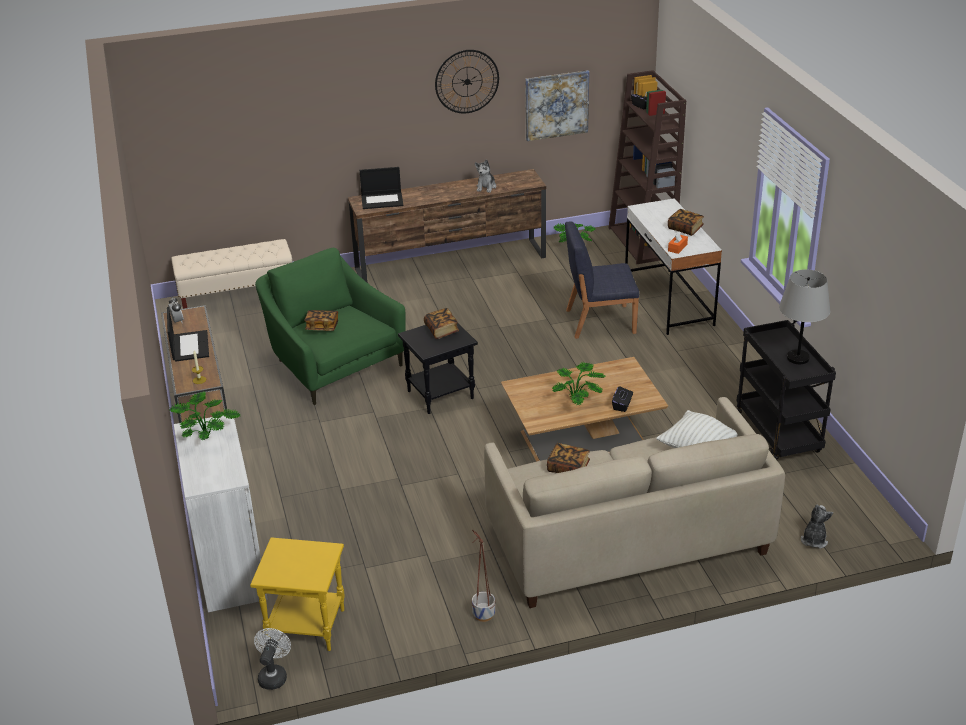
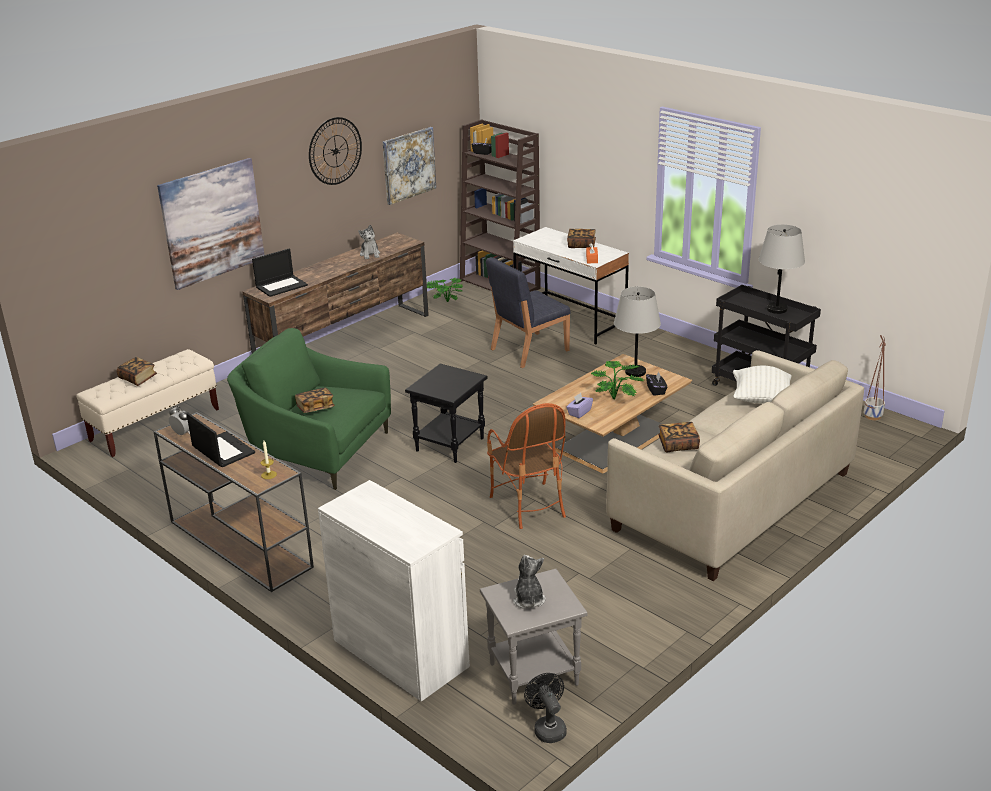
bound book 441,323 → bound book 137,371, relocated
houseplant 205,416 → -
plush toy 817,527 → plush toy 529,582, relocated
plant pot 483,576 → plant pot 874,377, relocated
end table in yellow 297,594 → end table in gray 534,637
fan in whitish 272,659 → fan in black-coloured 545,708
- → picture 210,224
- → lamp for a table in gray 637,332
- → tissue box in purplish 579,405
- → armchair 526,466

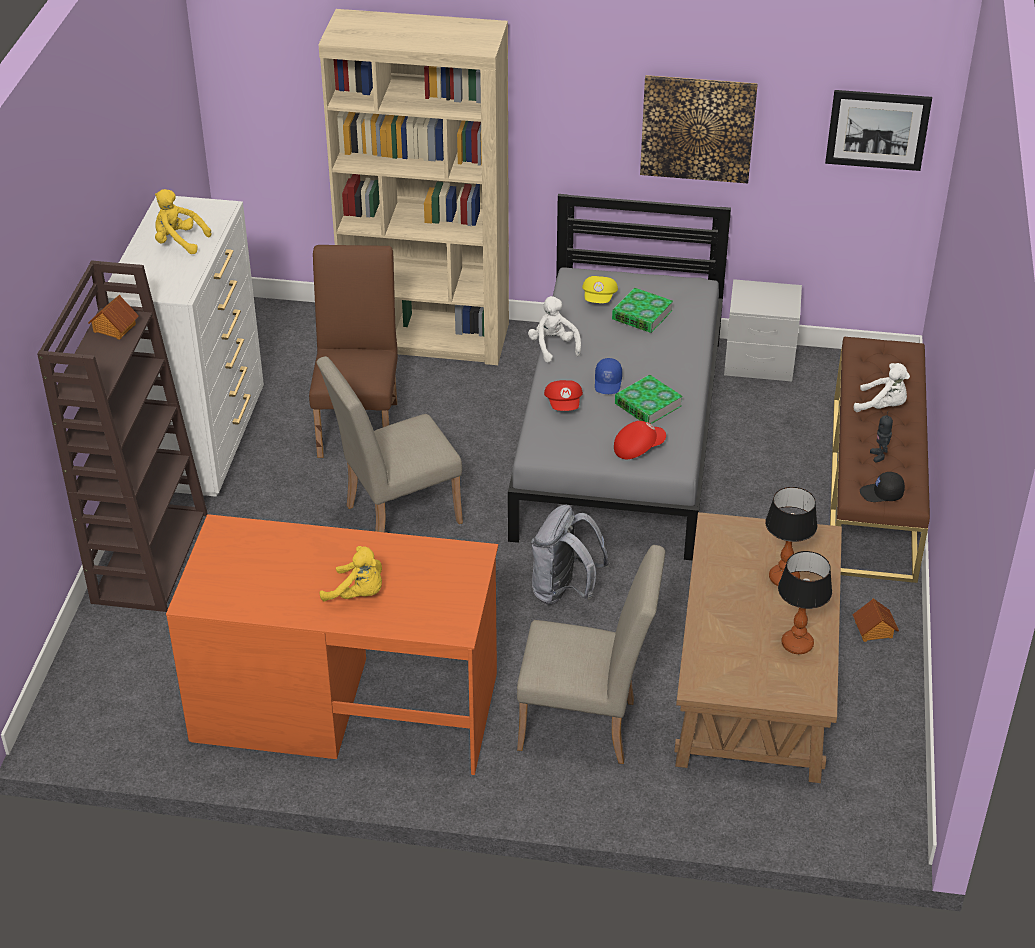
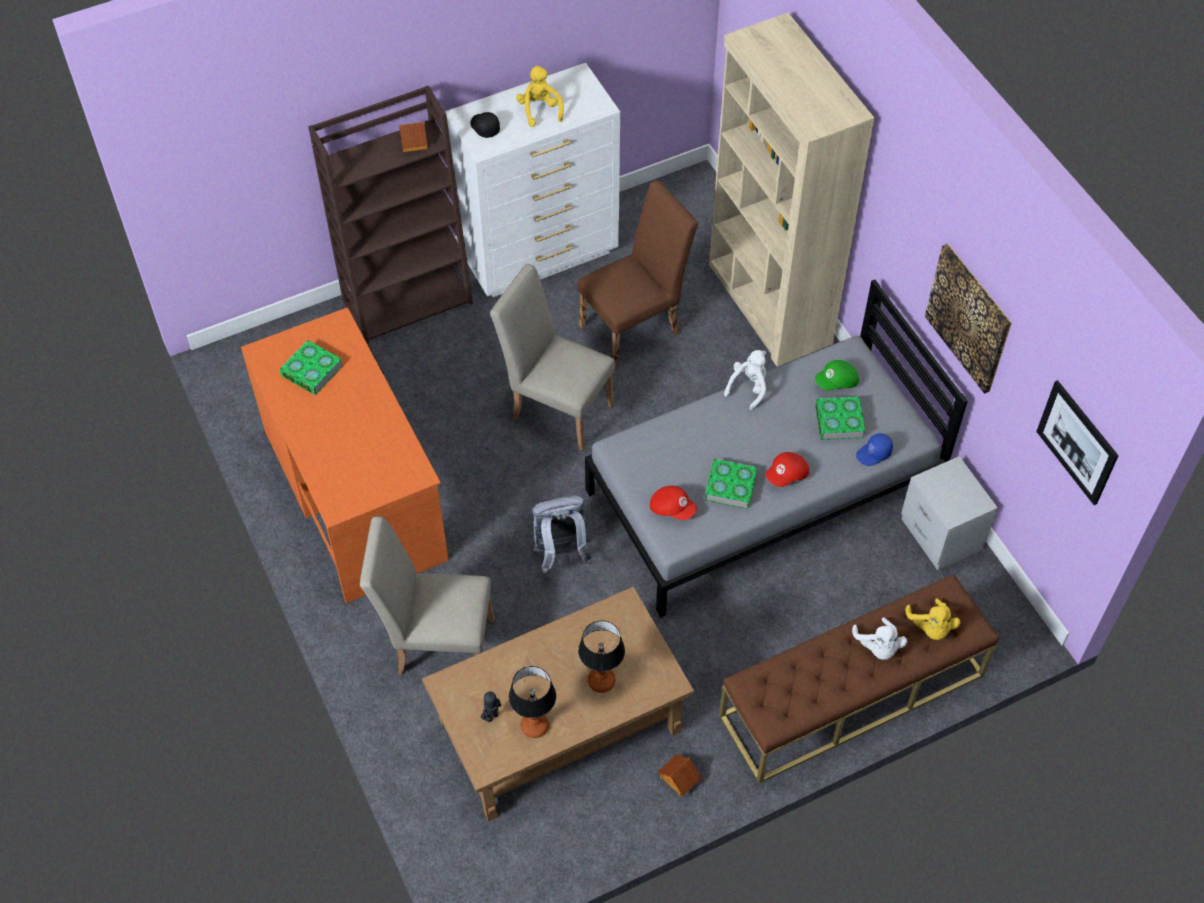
baseball cap in yellow 600,289 → baseball cap in green-coloured 837,375
baseball cap in blue 608,376 → baseball cap in blue 874,449, relocated
baseball cap in red 563,395 → baseball cap in red 787,469, relocated
model robot 881,437 → model robot 491,707, relocated
baseball cap in black-coloured 882,487 → baseball cap in black-coloured 485,125, relocated
plain chair in beige 591,654 → plain chair in beige 427,595, 120 degrees clockwise
plush toy in yellow 351,573 → plush toy in yellow 933,619, relocated
- → bound book 311,367

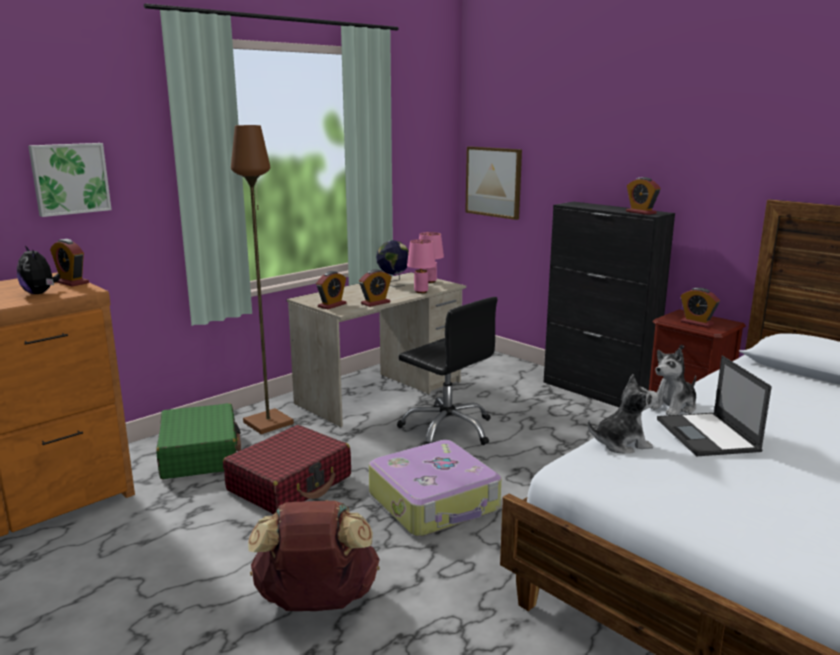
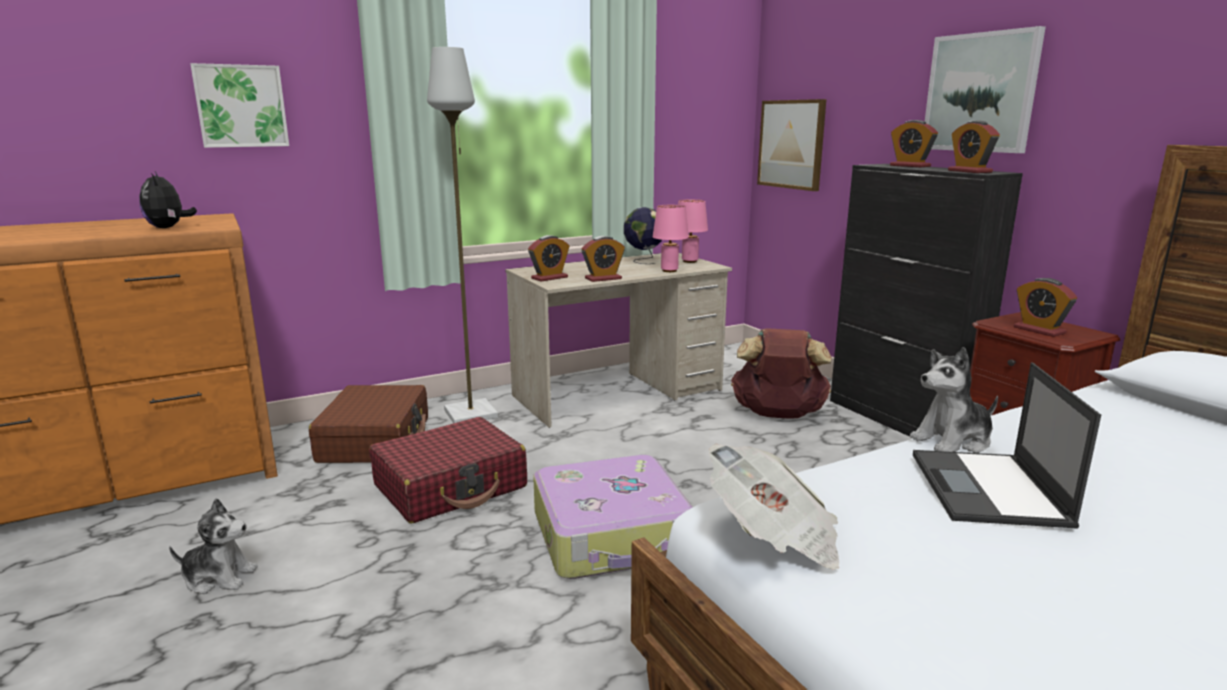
standing lamp in brown-coloured 262,279 → standing lamp in gray 462,235
alarm clock 69,263 → alarm clock 914,143, relocated
desk chair in black-coloured 447,371 → -
plush toy 623,413 → plush toy 213,546, relocated
piece of luggage in green-coloured 198,441 → piece of luggage in brown-coloured 368,424
backpack in brown-coloured 314,555 → backpack in brown-coloured 781,373, relocated
- → picture 985,89
- → daily paper 774,507

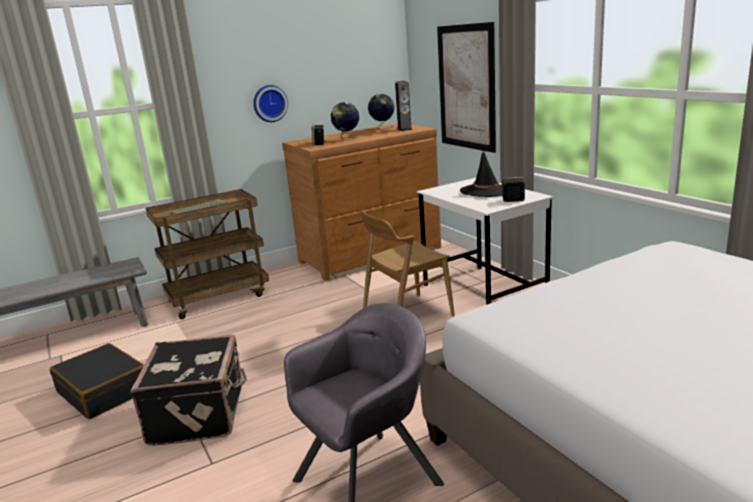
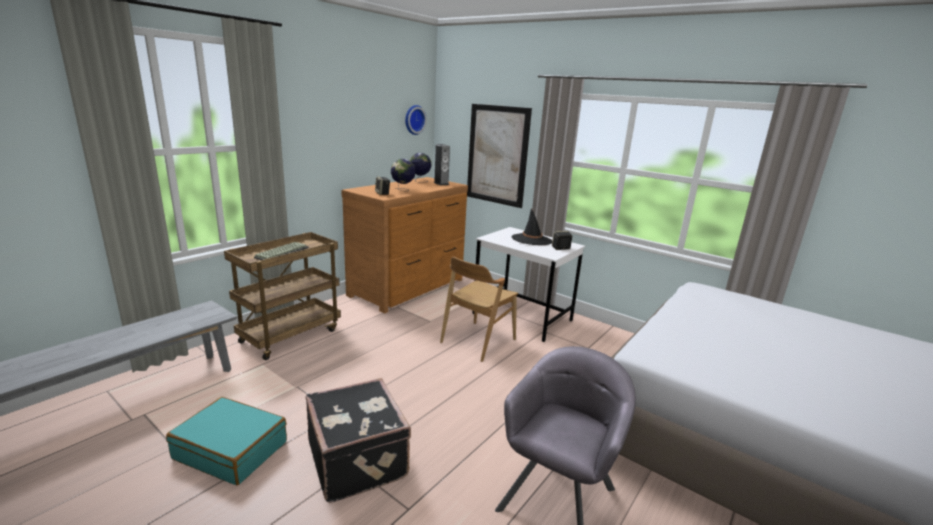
wall clock 270,103 → wall clock 416,120, relocated
piece of luggage in black-coloured 97,381 → piece of luggage in blue-green 226,441

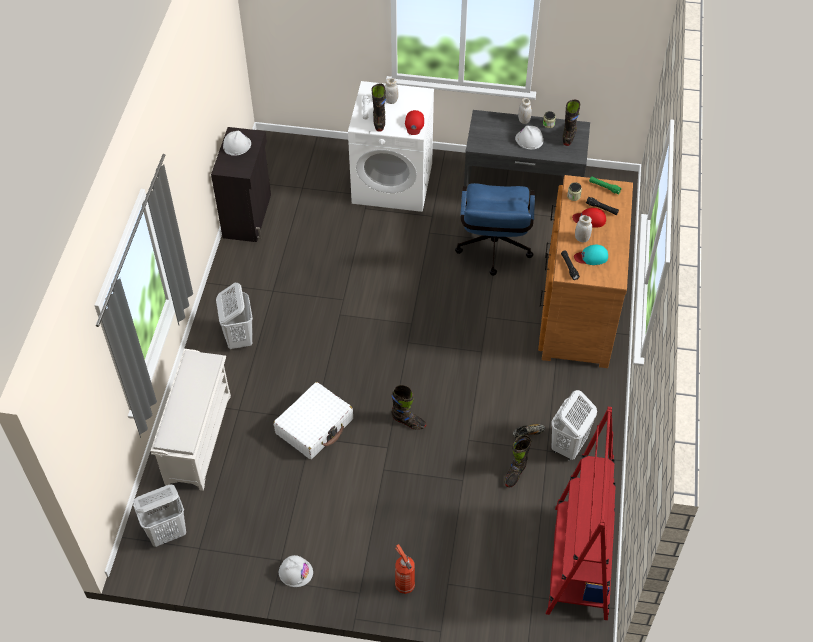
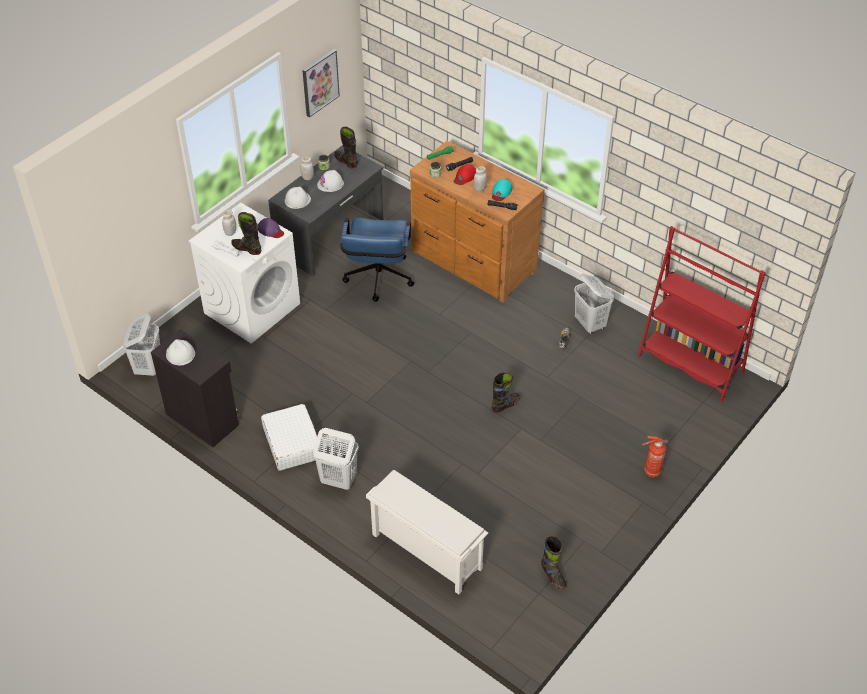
baseball cap in red 414,122 → baseball cap in purplish 271,228
desk chair in blue 495,229 → desk chair in blue 377,260, 60 degrees clockwise
piece of luggage in whitish 313,420 → piece of luggage in whitish 289,437, relocated
boot in black-coloured 518,461 → boot in black-coloured 554,562, relocated
hamper in whitish 159,516 → hamper in whitish 141,345, relocated
hard hat in whitish 296,571 → hard hat in whitish 298,198, relocated
- → picture 321,83

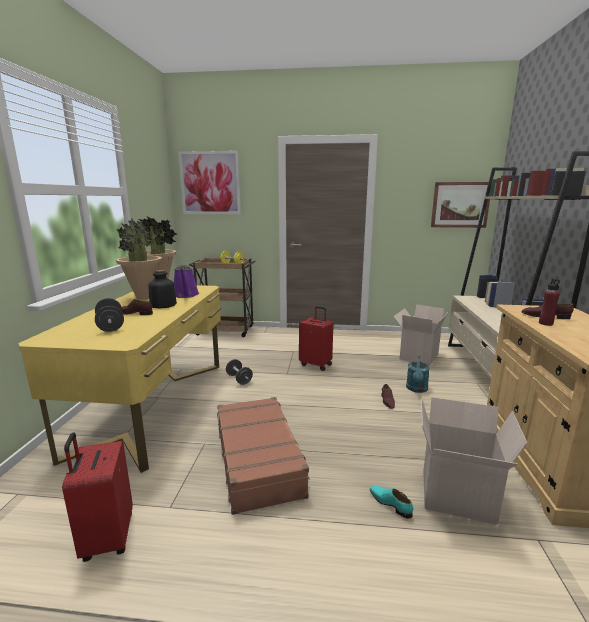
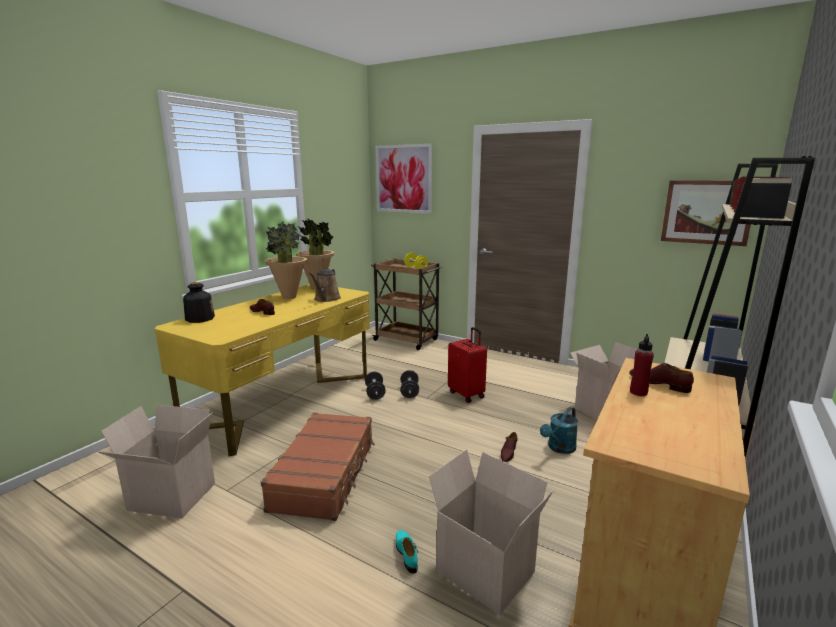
watering can in purplish 186,281 → watering can in brown-coloured 325,285
bottle 162,289 → bottle 199,302, relocated
hand weight in black-coloured 109,315 → hand weight in black-coloured 409,384, relocated
piece of luggage in red 97,497 → packing box 155,461

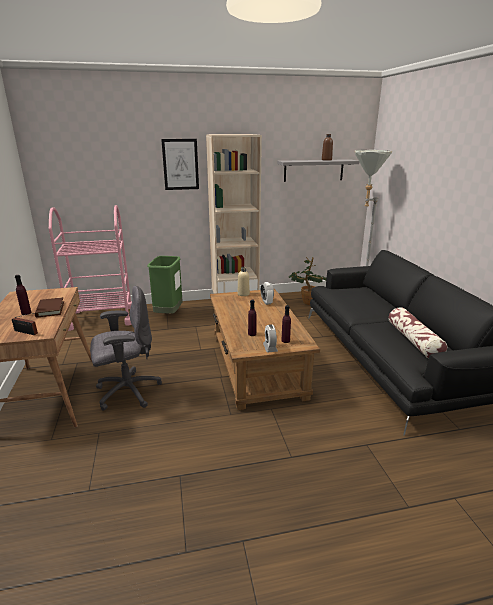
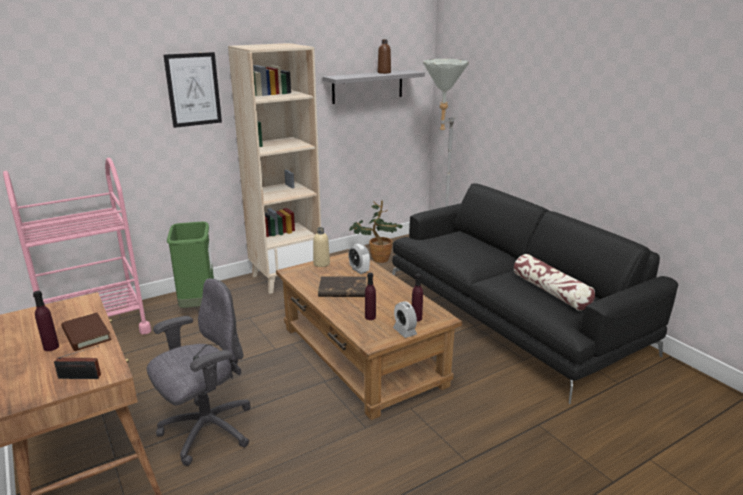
- → bound book in brown-coloured 342,286

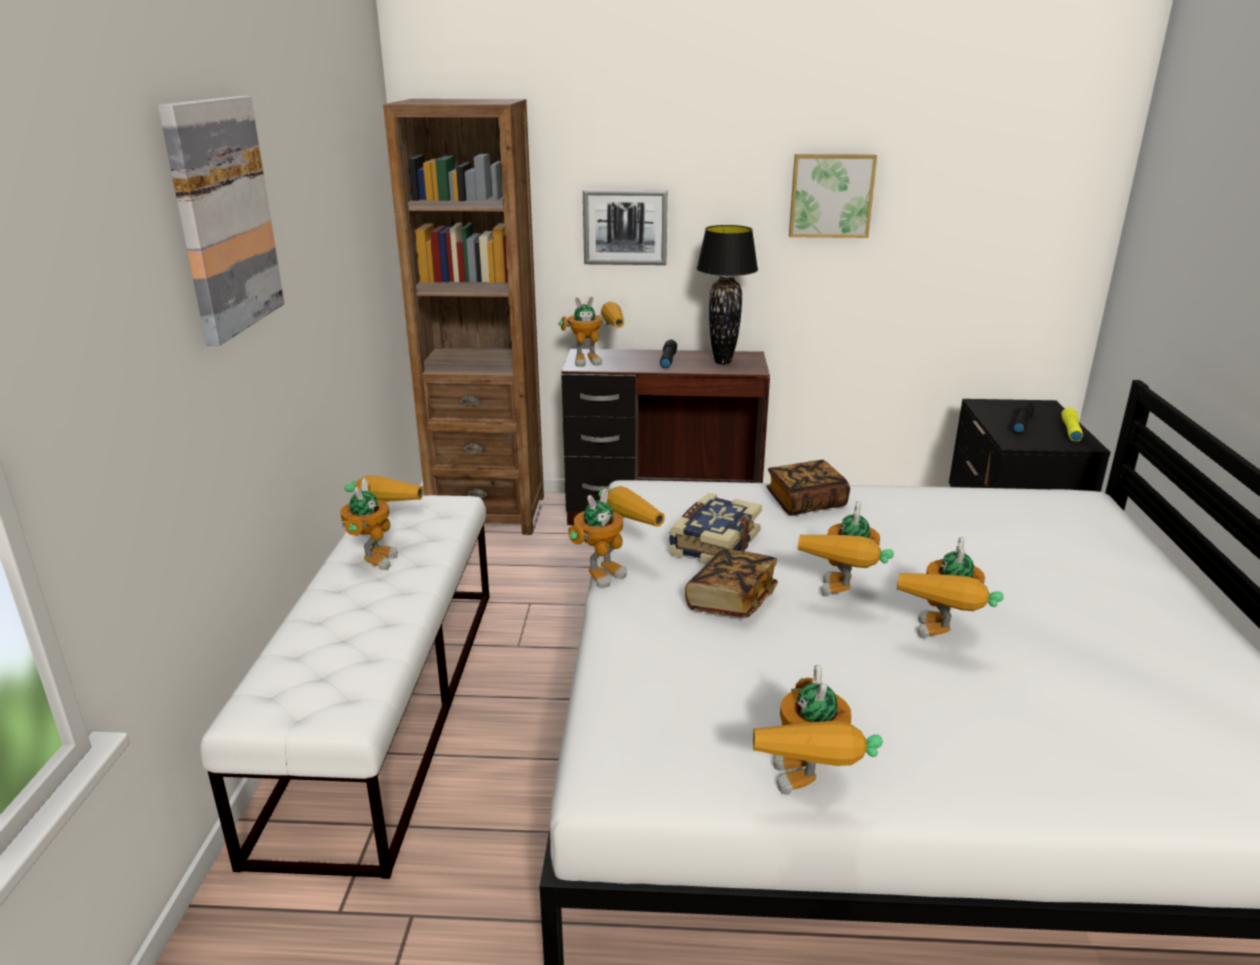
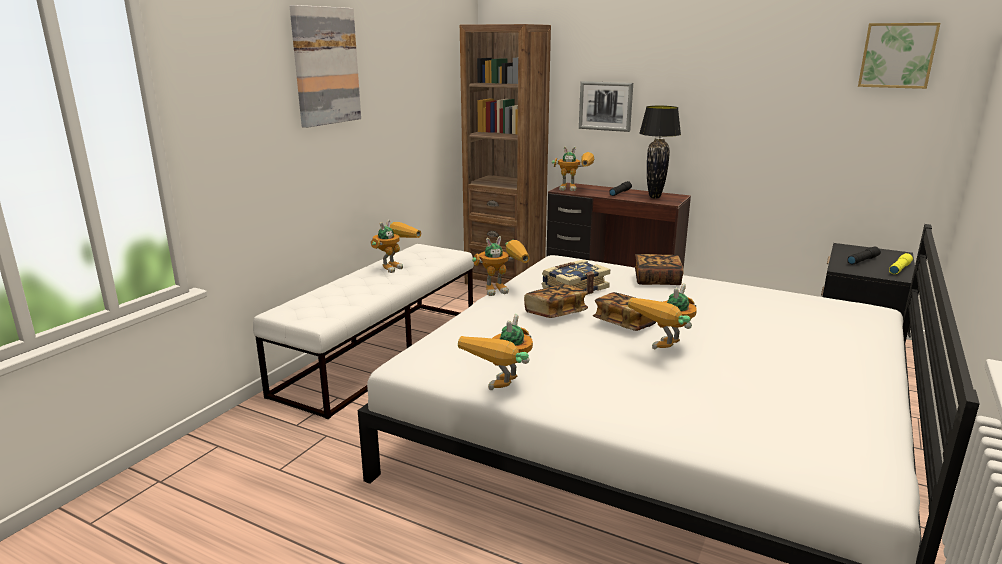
picture 833,196 → picture 899,56, relocated
model robot 846,548 → bound book 624,311

